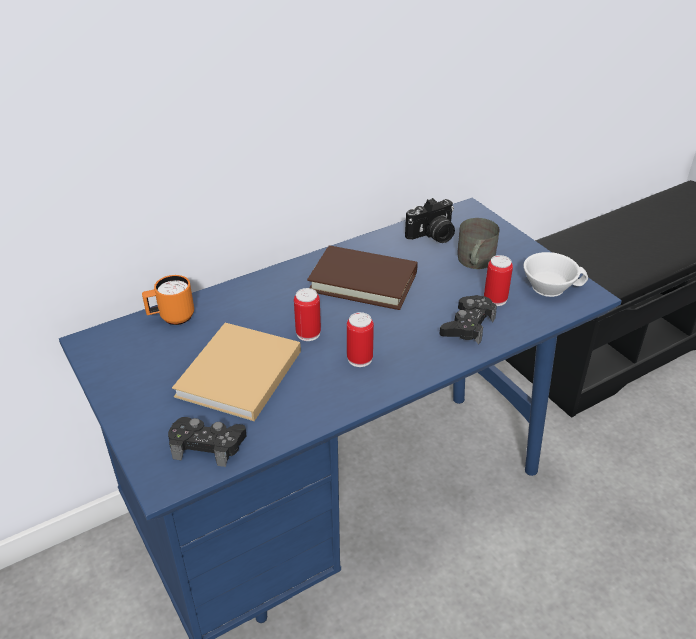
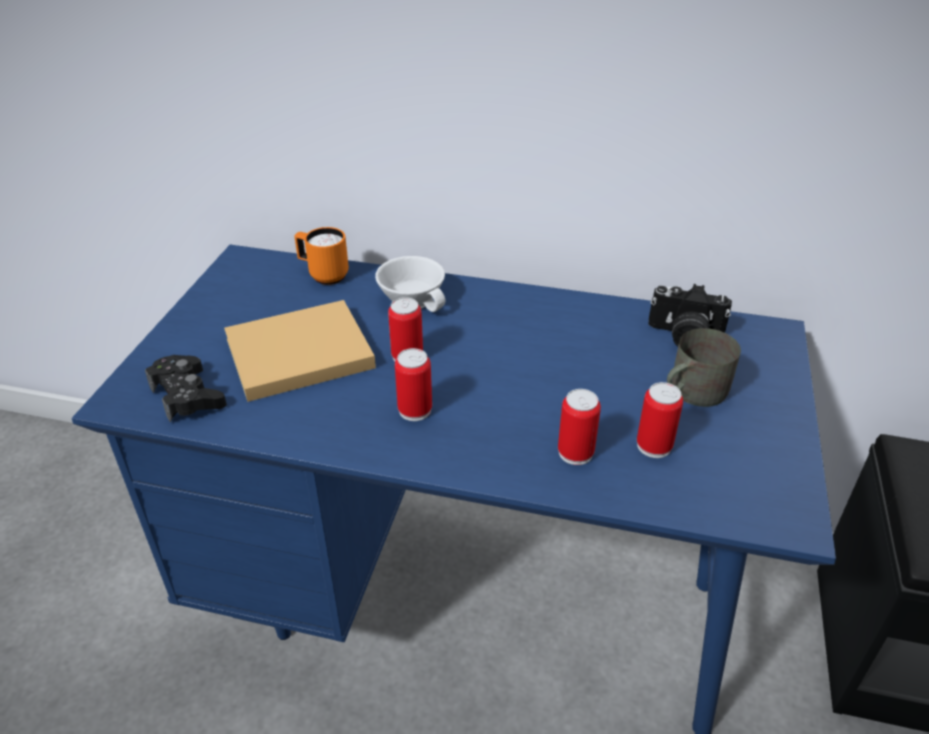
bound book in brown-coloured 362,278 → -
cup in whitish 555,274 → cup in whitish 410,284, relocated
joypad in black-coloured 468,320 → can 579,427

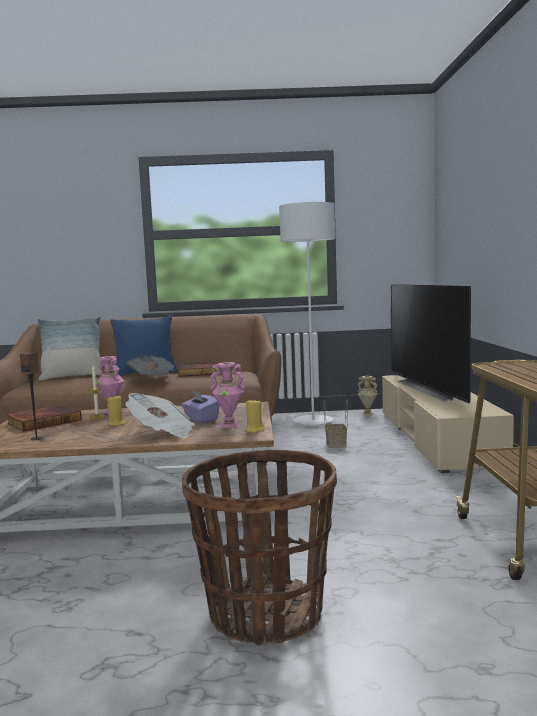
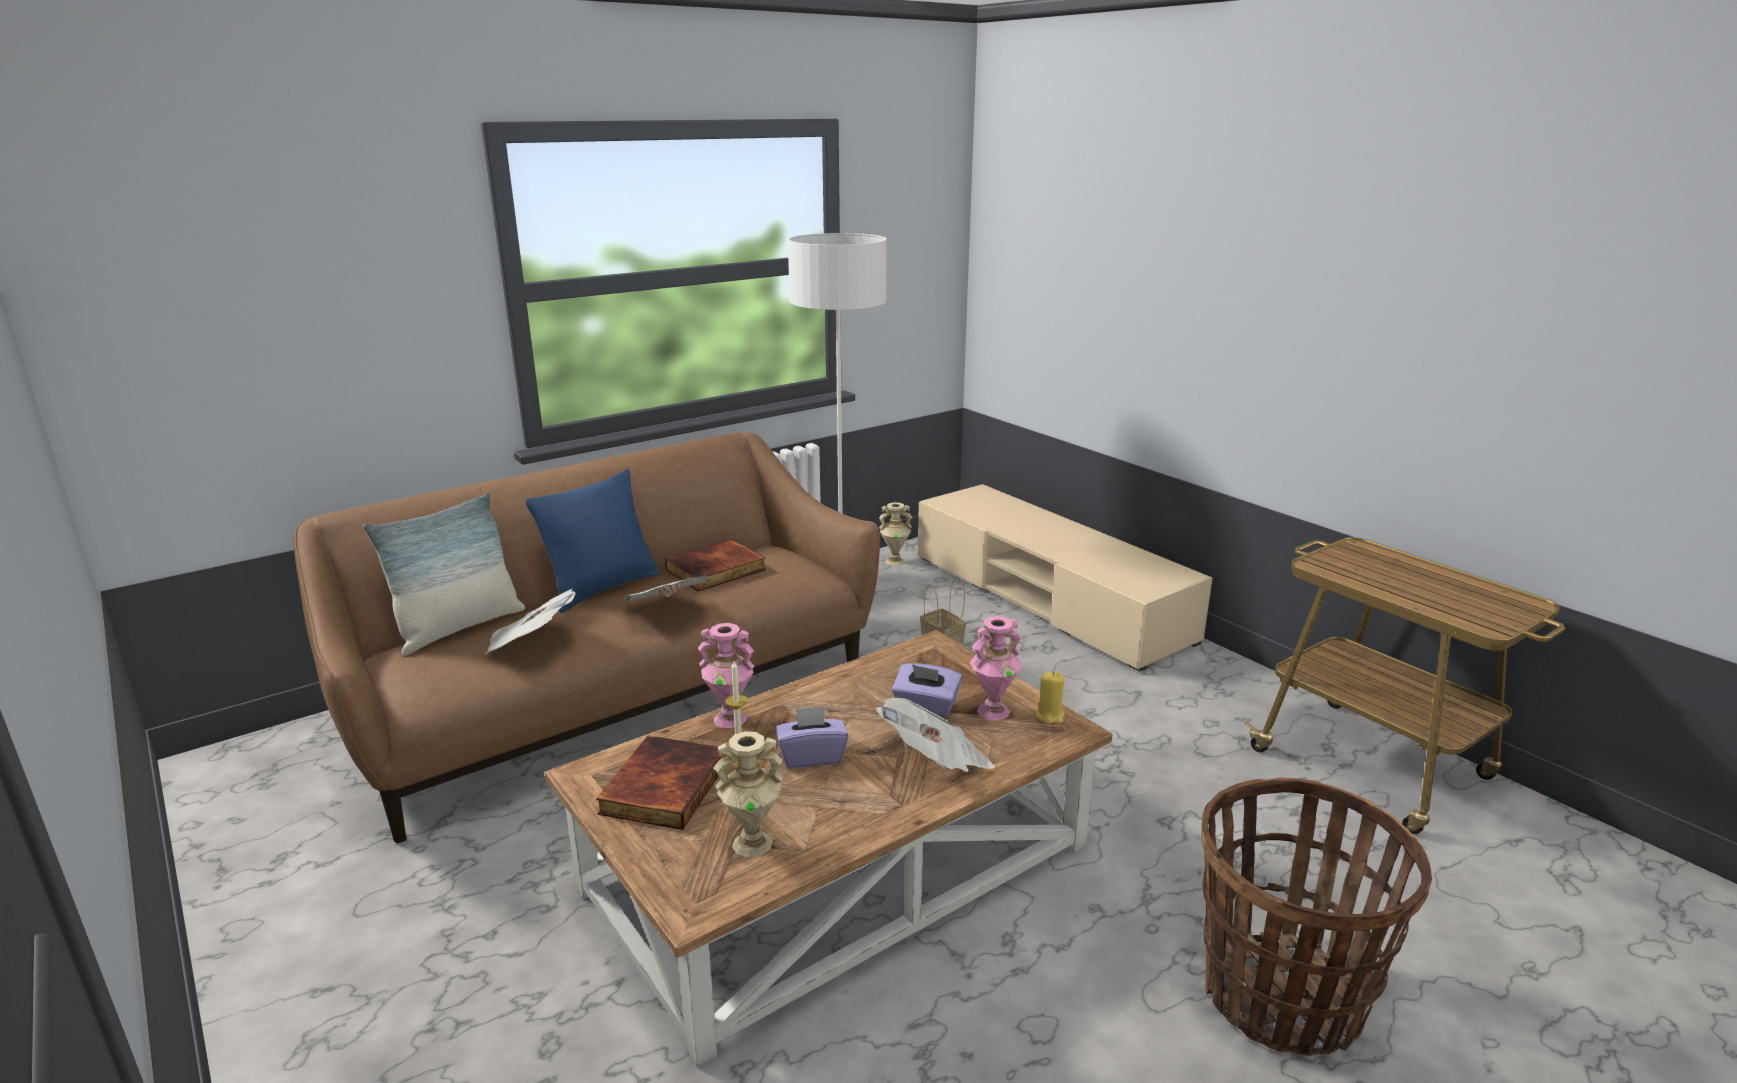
TV set 430,344 → -
audio speaker 31,396 → vase in beige 748,794
wax light in yellow 116,410 → tissue box in purplish 812,737
- → daily paper 530,621

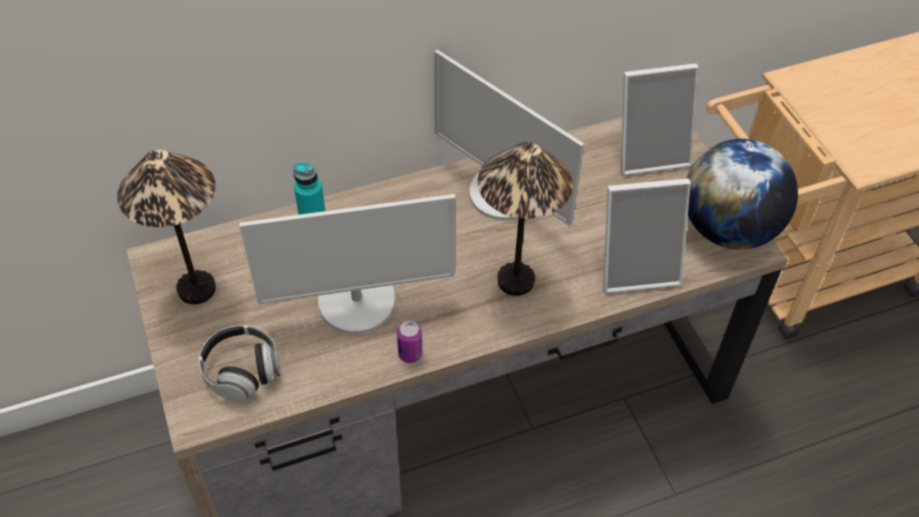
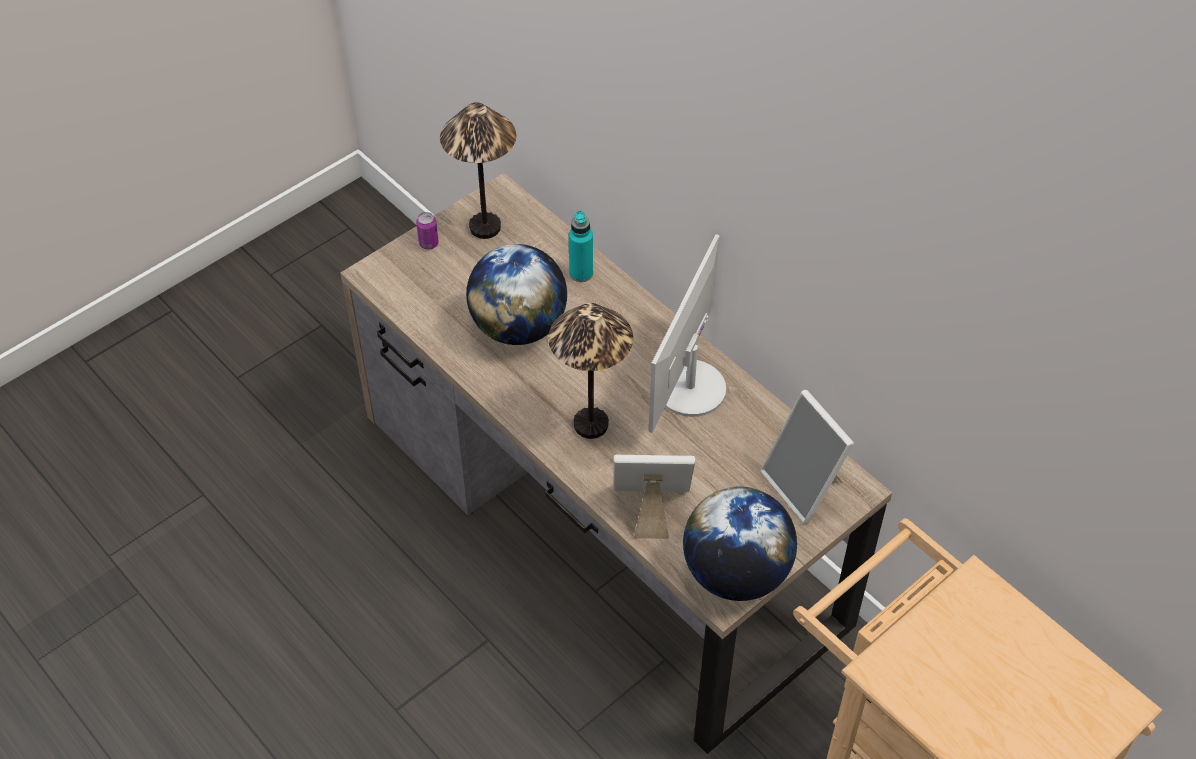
photo frame 647,235 → photo frame 654,497, 120 degrees clockwise
monitor 347,264 → globe 516,294
can 409,341 → can 427,231, relocated
pair of headphones 239,364 → -

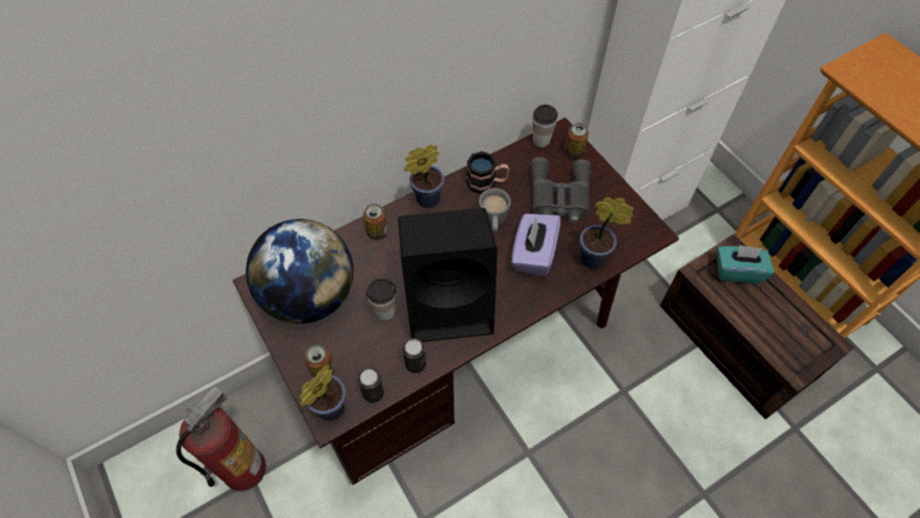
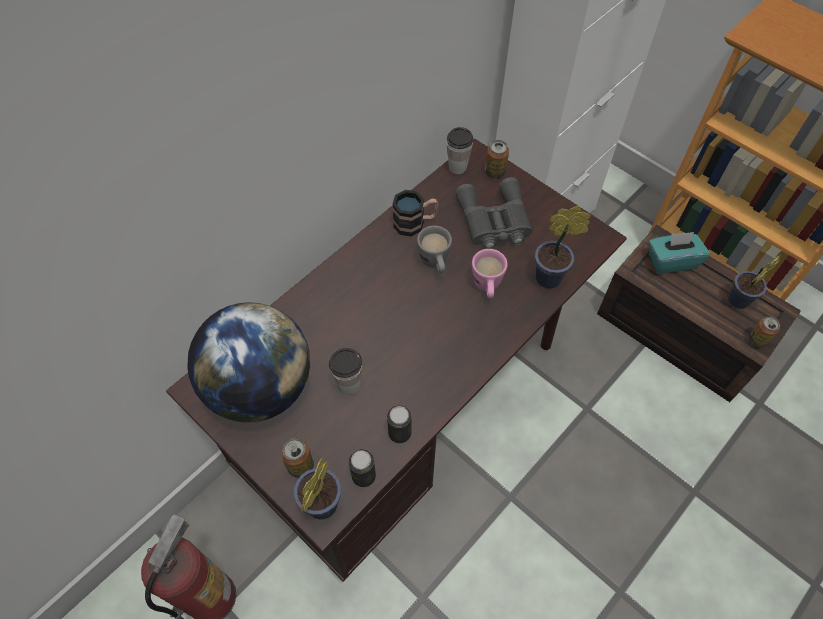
houseplant 424,176 → houseplant 754,282, relocated
can 375,222 → can 764,332, relocated
audio speaker in black-coloured 447,275 → -
tissue box in purplish 536,245 → coffee mug in pink 490,273

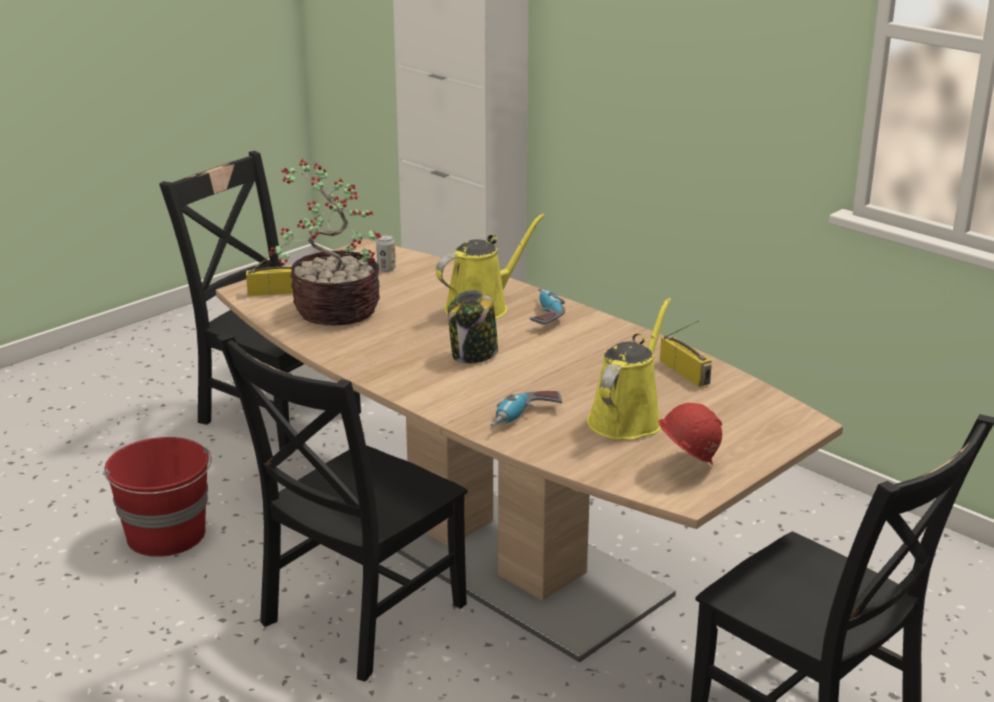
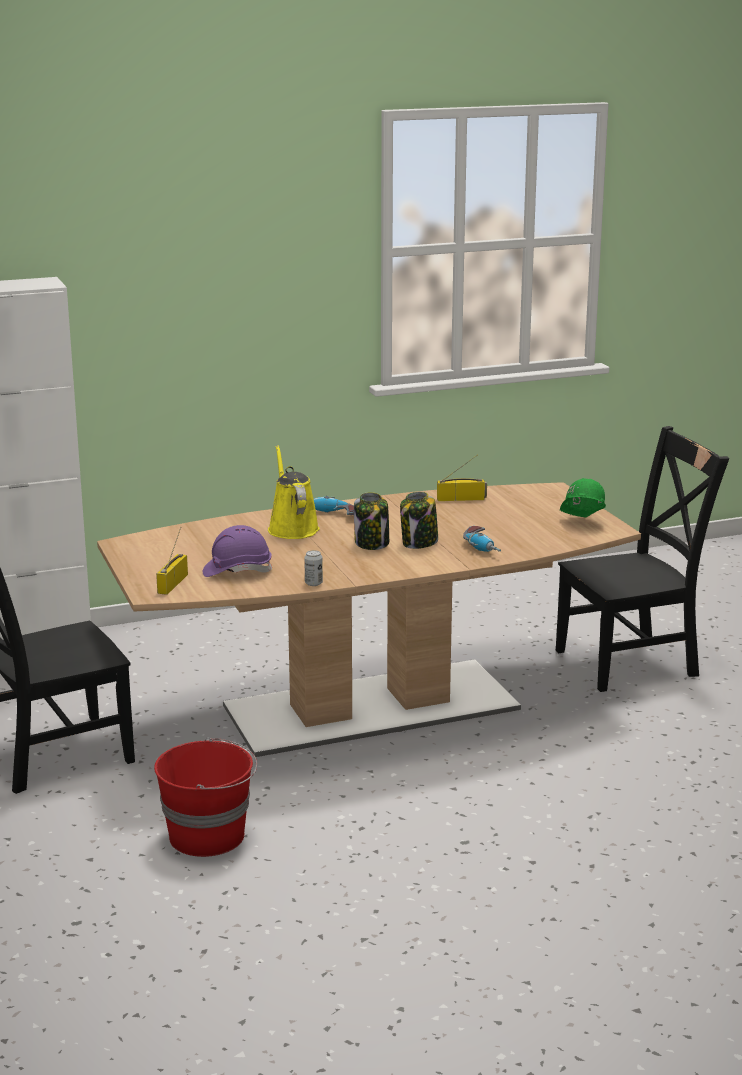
houseplant 324,242 → hard hat in purplish 237,551
can 386,253 → can 313,568, relocated
watering can in yellow 629,369 → -
plain chair in black-coloured 342,507 → -
hard hat in red 690,434 → hard hat in green-coloured 583,498
- → storage jar 419,520

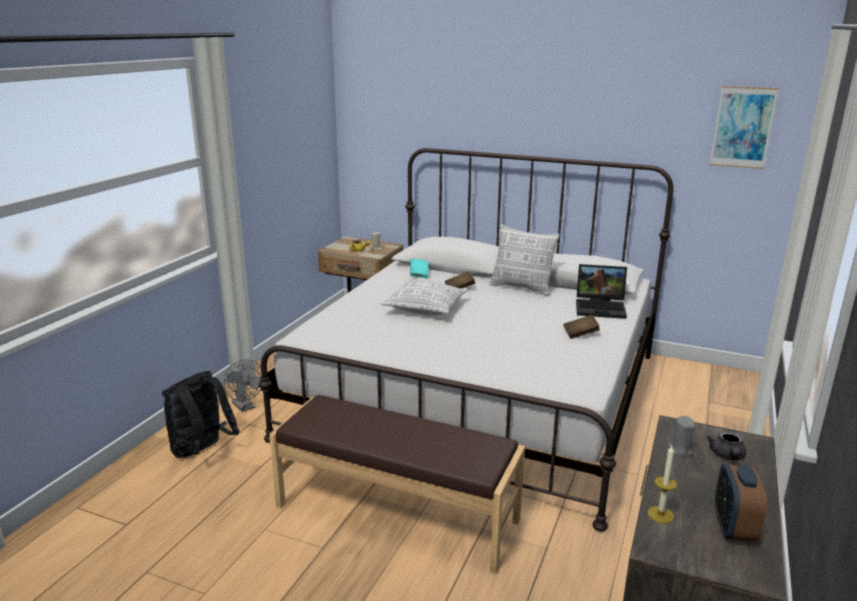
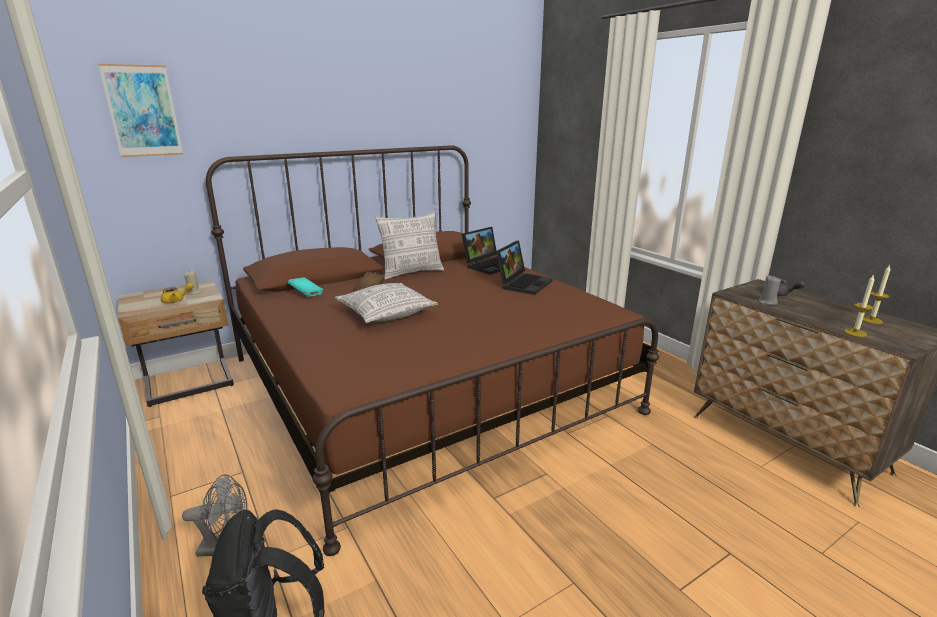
picture 744,127 → picture 140,110, relocated
bed in whitish 466,339 → bed in brown-coloured 432,350
bound book in brown-coloured 581,327 → portable computer 524,267
bench in brown-coloured 397,484 → -
alarm clock 741,502 → wax light 877,295

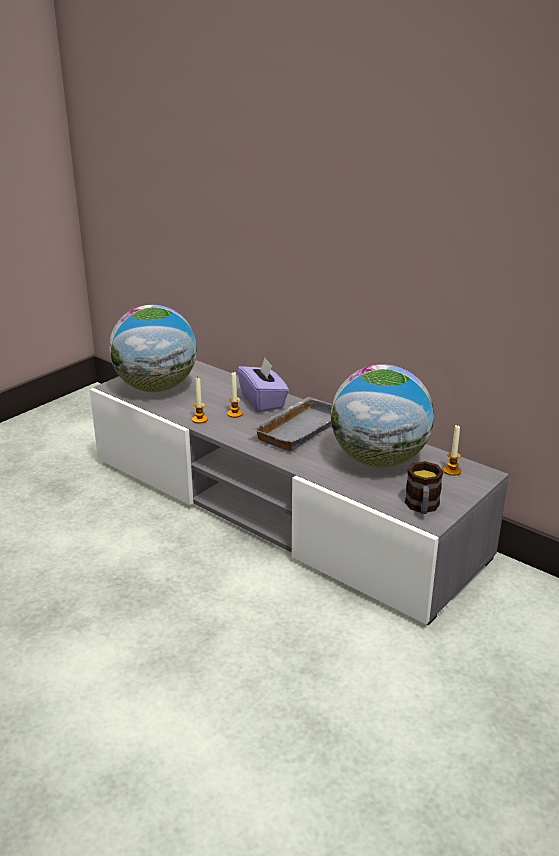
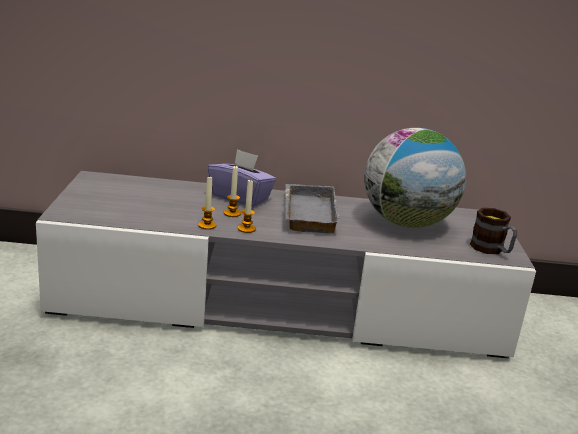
globe 153,348 → -
wax light 452,450 → wax light 247,206, relocated

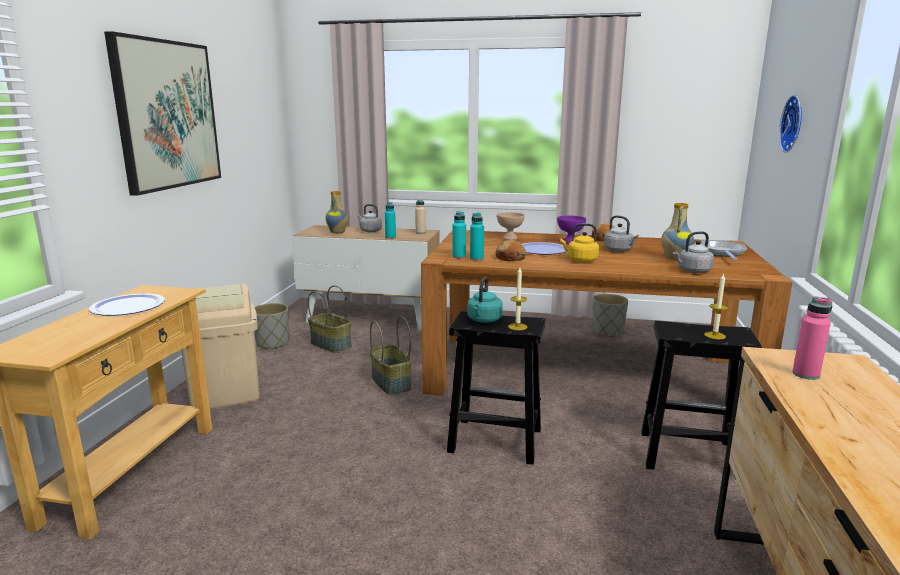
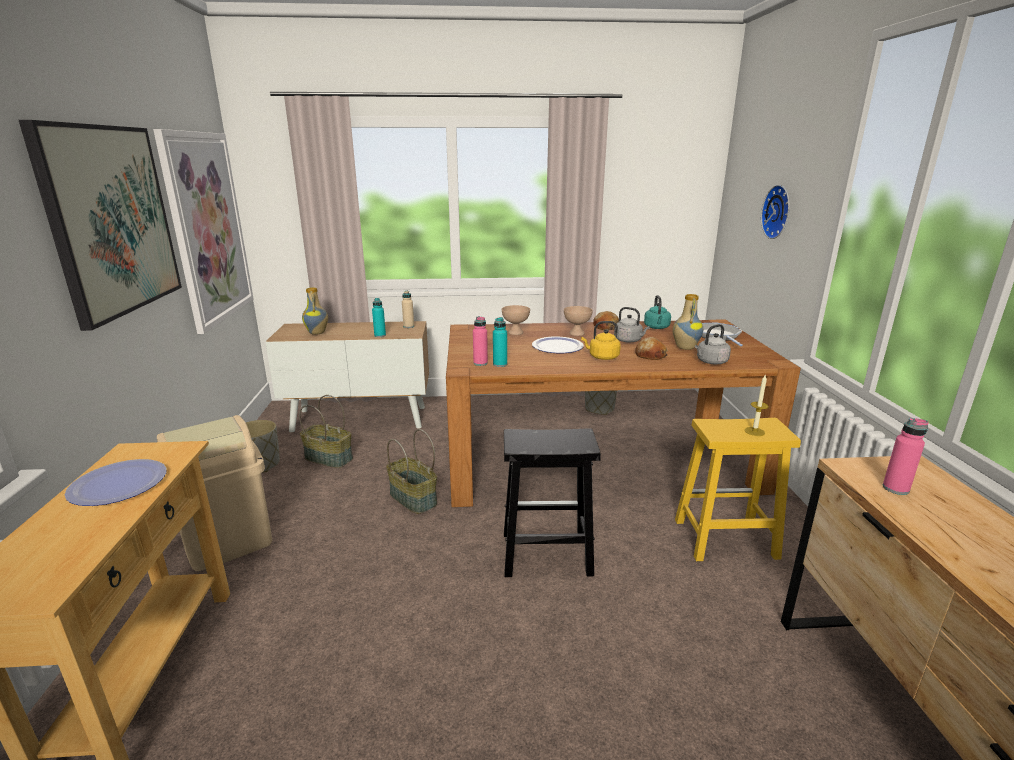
kettle in gray 370,218 → -
bottle in blue-green 459,234 → bottle in pink 480,341
deep dish in purplish 571,229 → deep dish in beige 578,321
baked bread 511,251 → baked bread 651,348, relocated
wax light 517,299 → -
kettle in blue-green 485,300 → kettle in blue-green 657,312, relocated
stool in black-coloured 701,400 → stool in yellow 738,489
- → picture 203,231

